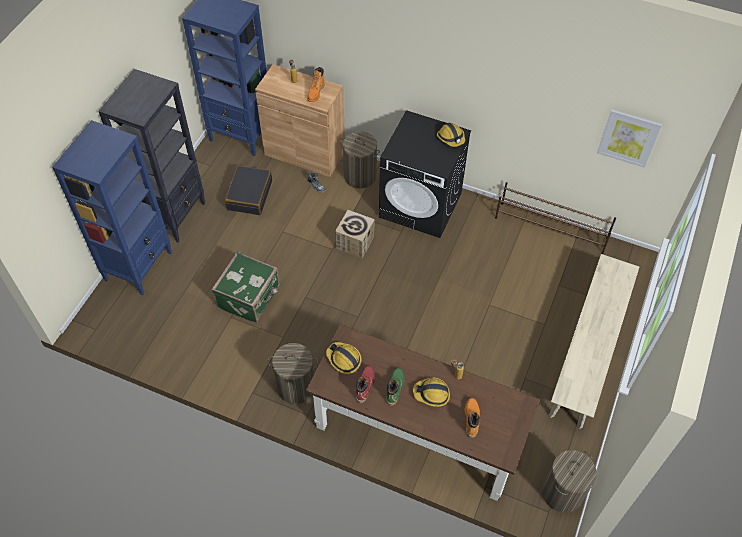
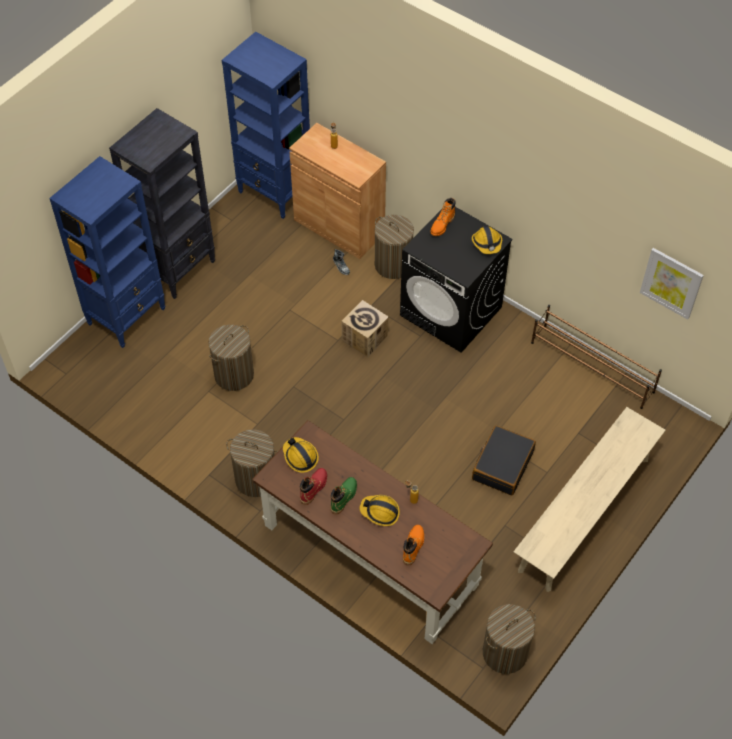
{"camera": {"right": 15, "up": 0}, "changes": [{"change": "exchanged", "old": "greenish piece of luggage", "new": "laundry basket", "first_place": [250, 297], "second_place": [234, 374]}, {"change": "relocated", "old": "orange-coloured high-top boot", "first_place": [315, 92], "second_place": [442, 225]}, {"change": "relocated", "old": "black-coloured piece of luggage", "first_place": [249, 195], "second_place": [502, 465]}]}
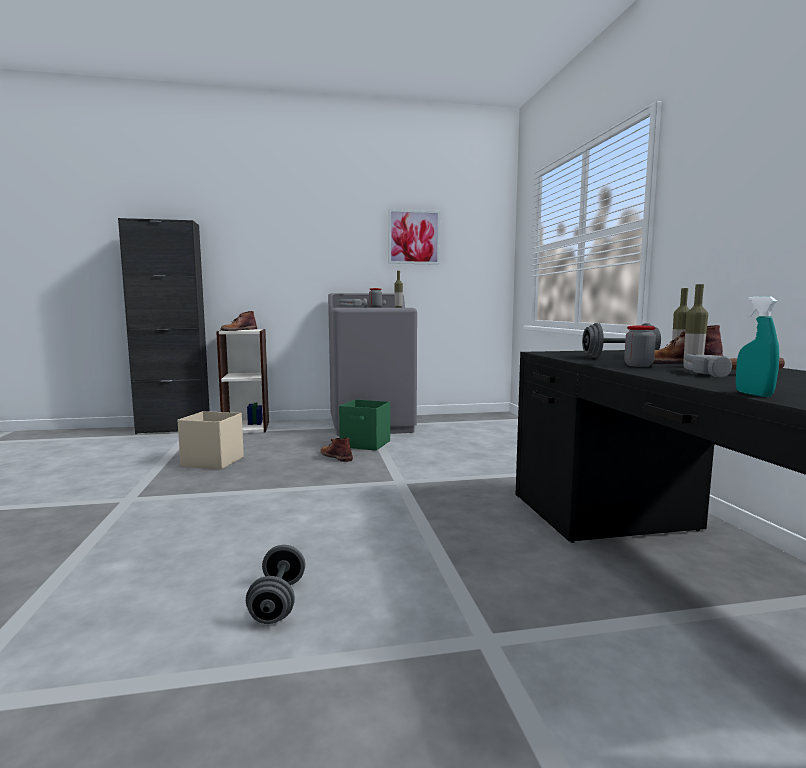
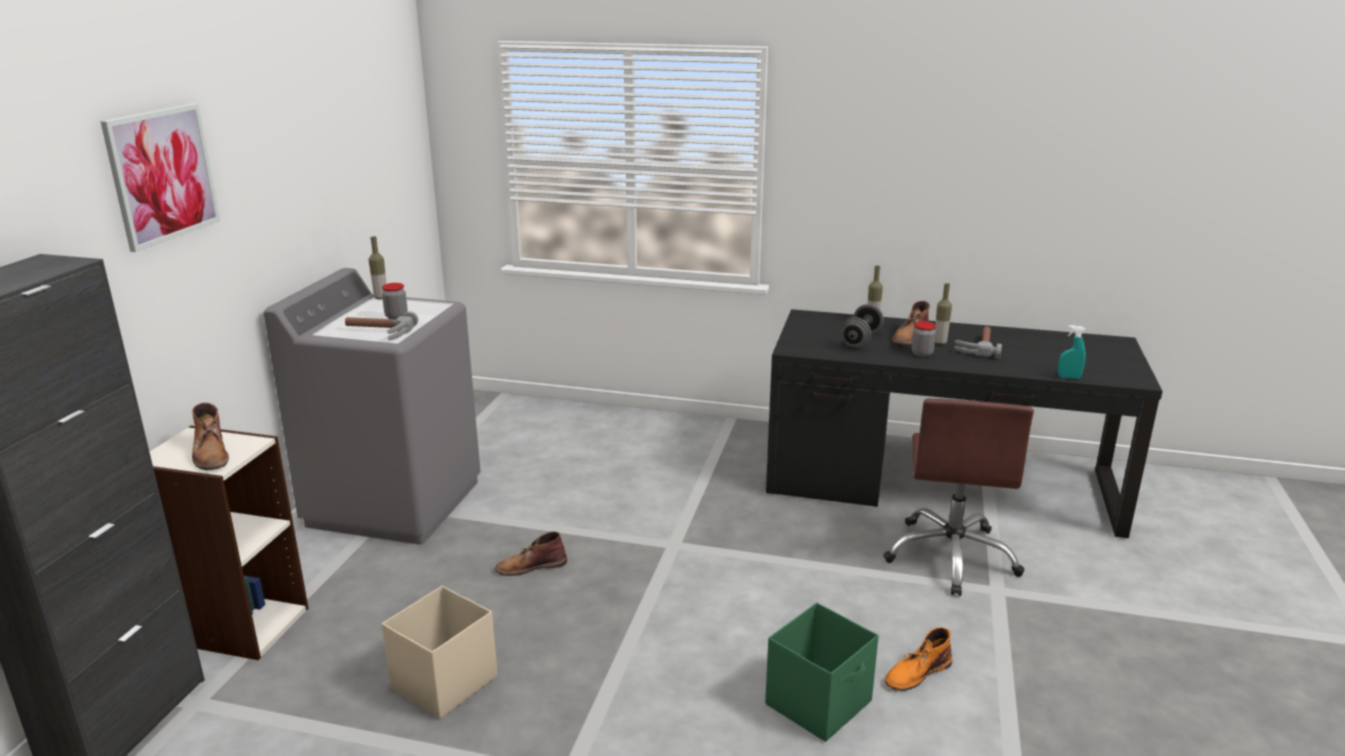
{"camera": {"right": -65, "up": 15}, "changes": [{"change": "relocated", "old": "wall art", "first_place": [414, 237], "second_place": [162, 175]}, {"change": "relocated", "old": "greenish storage bin", "first_place": [366, 444], "second_place": [820, 703]}, {"change": "appeared", "new": "brownish desk chair", "second_place": [952, 556]}, {"change": "exchanged", "old": "grey dumbbell", "new": "orange-coloured high-top boot", "first_place": [278, 602], "second_place": [917, 673]}]}
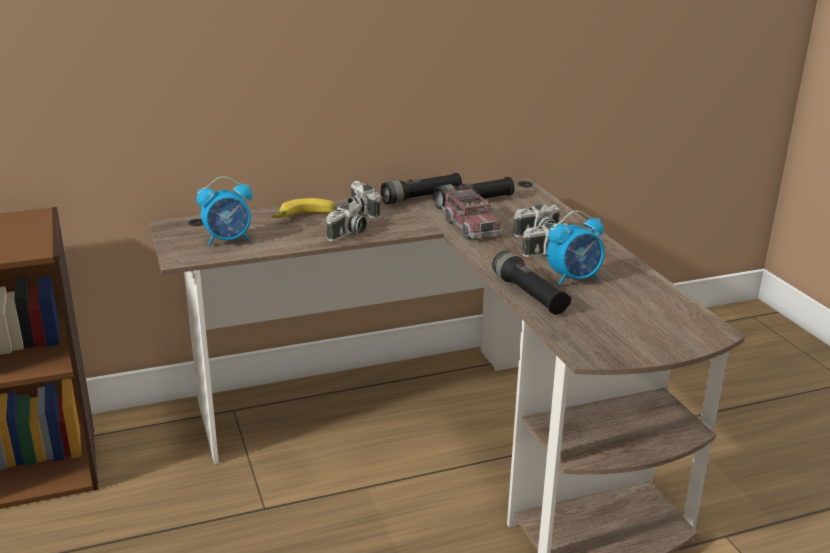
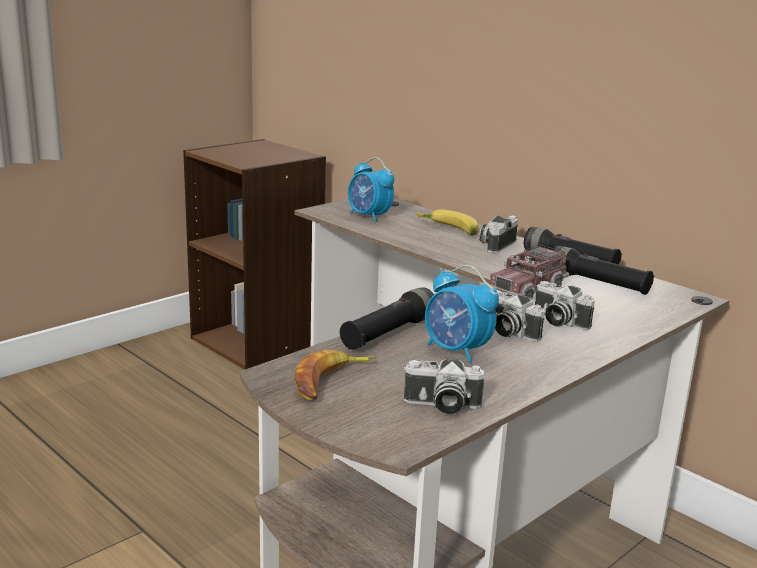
{"camera": {"right": 65, "up": -5}, "changes": [{"change": "appeared", "new": "banana", "second_place": [331, 382]}, {"change": "relocated", "old": "photo camera", "first_place": [348, 233], "second_place": [441, 406]}]}
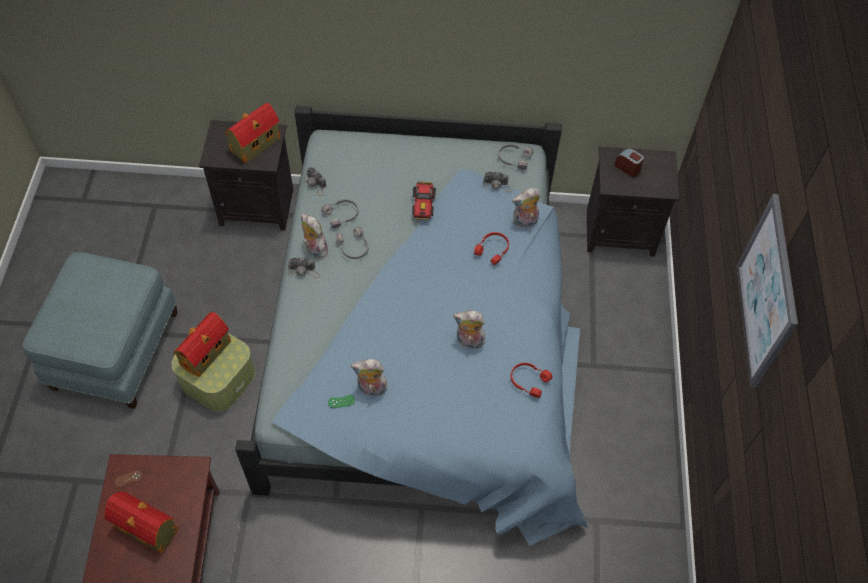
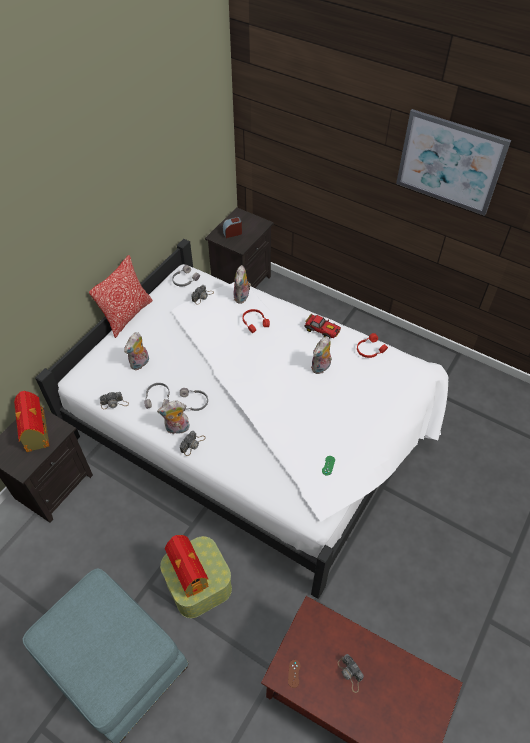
{"camera": {"right": -60, "up": -5}, "changes": [{"change": "colour", "old": "bluish bedroom bed", "new": "white-coloured bedroom bed", "first_place": [425, 346], "second_place": [258, 427]}, {"change": "appeared", "new": "throw pillow", "second_place": [127, 315]}, {"change": "relocated", "old": "cuddly toy", "first_place": [371, 389], "second_place": [140, 364]}, {"change": "relocated", "old": "miniature car", "first_place": [423, 206], "second_place": [322, 330]}, {"change": "exchanged", "old": "toy house", "new": "photo camera", "first_place": [147, 529], "second_place": [350, 674]}]}
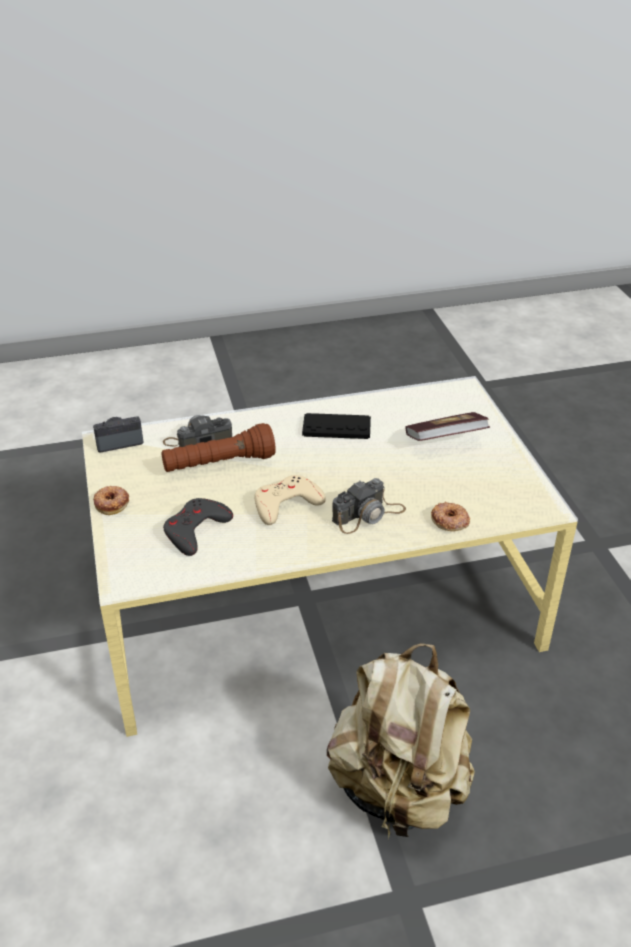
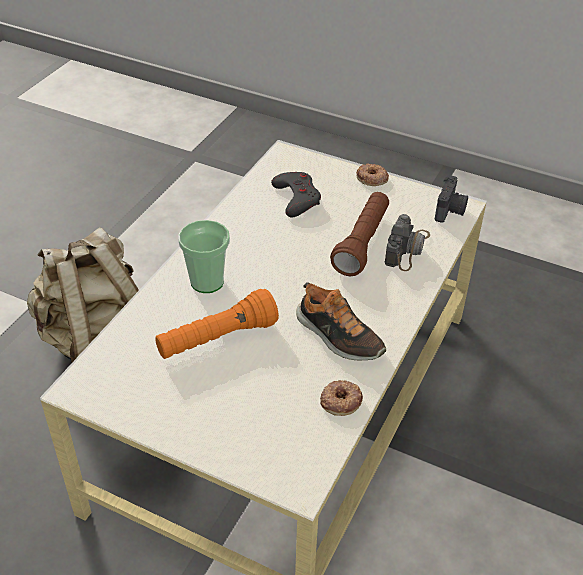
{"camera": {"right": 130, "up": 5}, "changes": [{"change": "appeared", "new": "orange-coloured flashlight", "second_place": [217, 339]}, {"change": "exchanged", "old": "photo camera", "new": "cup", "first_place": [368, 515], "second_place": [207, 282]}, {"change": "exchanged", "old": "black-coloured gamepad", "new": "low shoe", "first_place": [336, 427], "second_place": [338, 336]}, {"change": "relocated", "old": "ring doughnut", "first_place": [449, 520], "second_place": [340, 400]}, {"change": "missing", "old": "beige gamepad", "first_place": [286, 504]}, {"change": "missing", "old": "bound book", "first_place": [445, 440]}]}
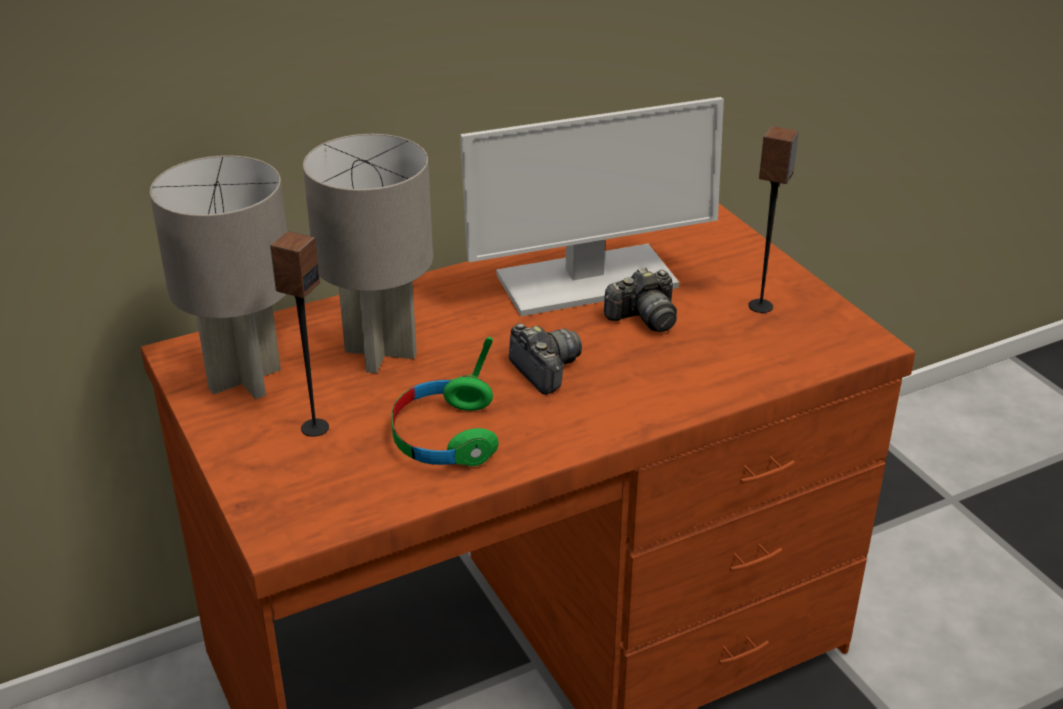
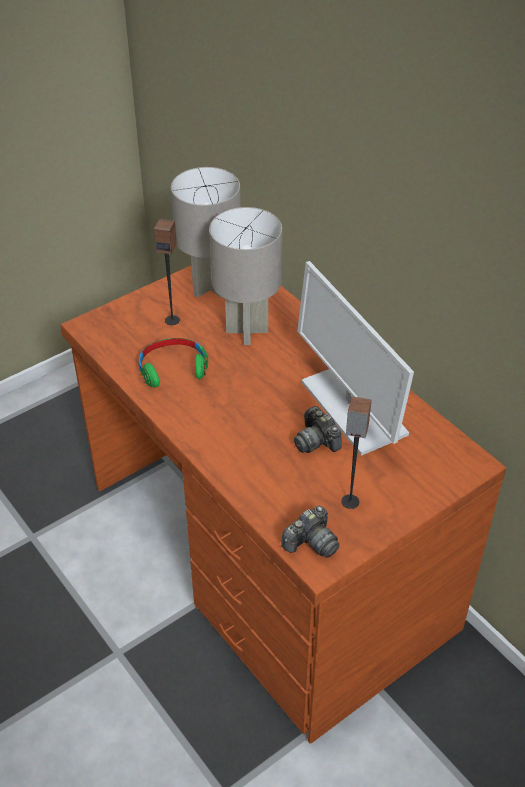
{"camera": {"right": 80, "up": 10}, "changes": [{"change": "relocated", "old": "photo camera", "first_place": [545, 370], "second_place": [311, 542]}]}
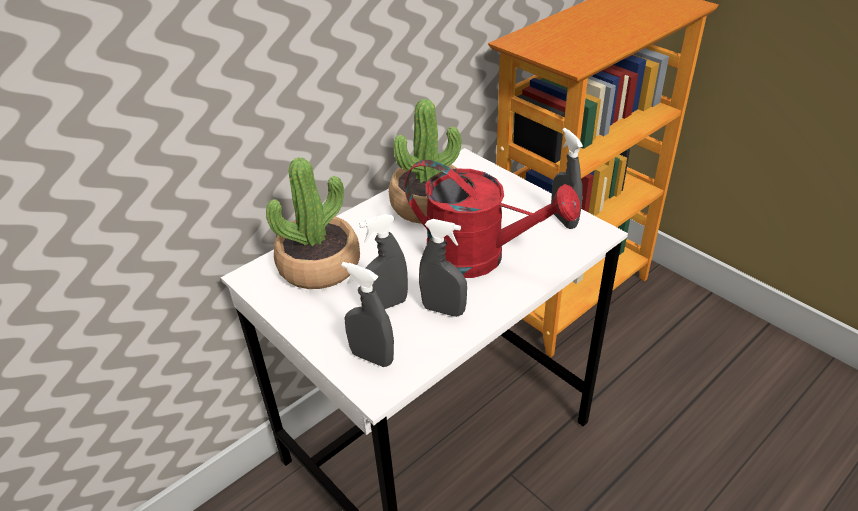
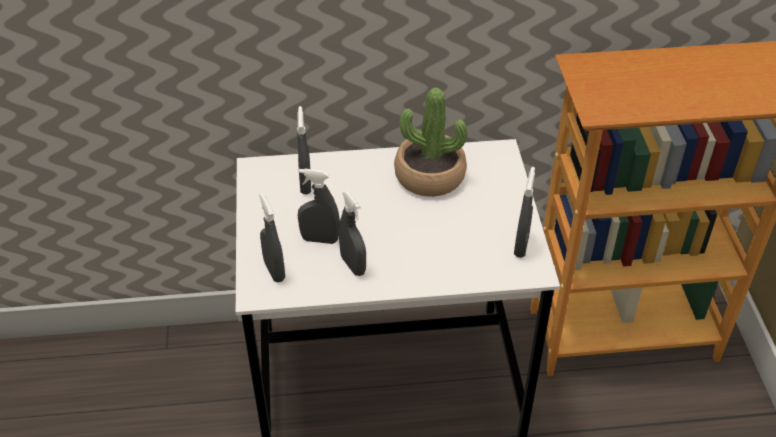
{"camera": {"right": 35, "up": 5}, "changes": [{"change": "exchanged", "old": "plant in a pot", "new": "grey spray bottle", "first_place": [319, 265], "second_place": [305, 184]}, {"change": "missing", "old": "red sprinkling can", "first_place": [479, 257]}]}
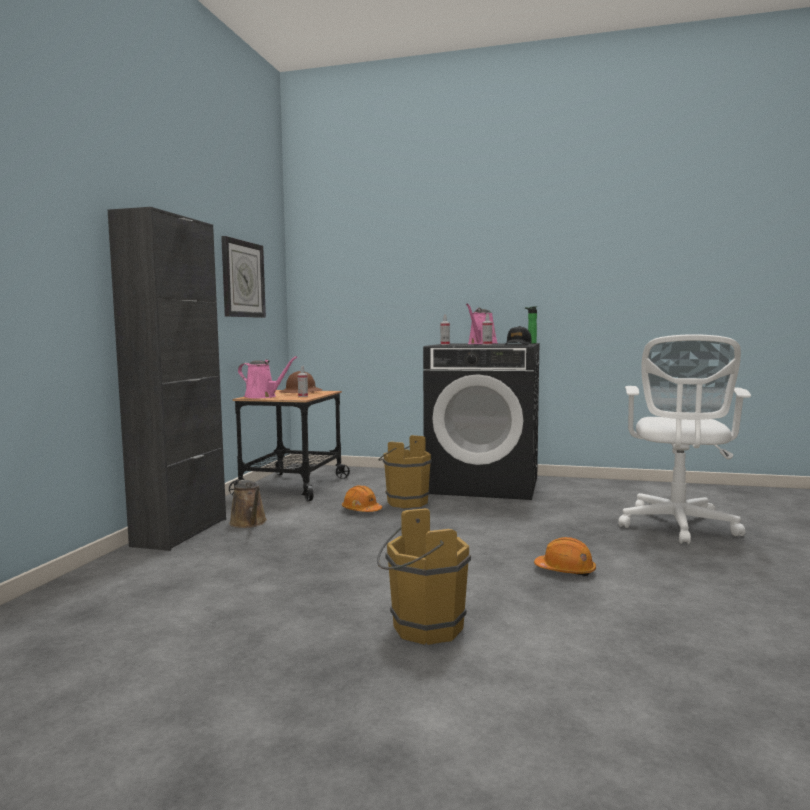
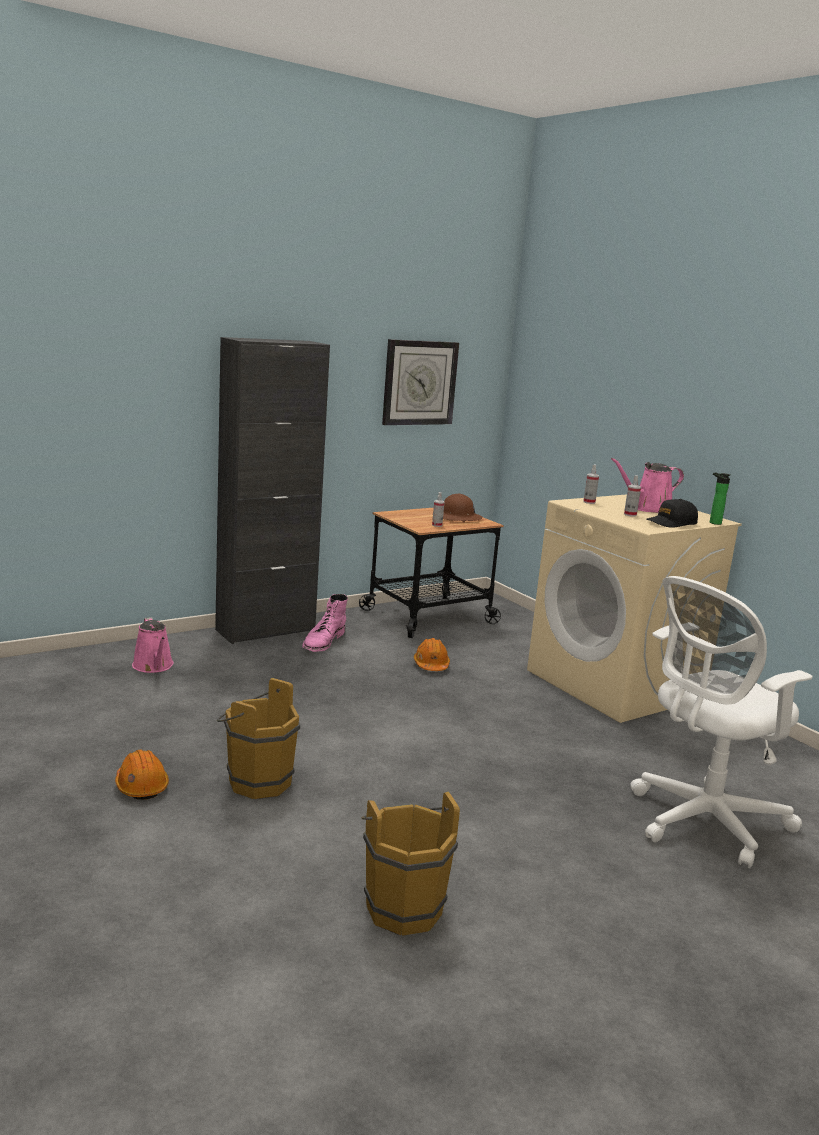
{"camera": {"right": 40, "up": 10}, "changes": [{"change": "relocated", "old": "orange-coloured hard hat", "first_place": [565, 570], "second_place": [141, 786]}, {"change": "relocated", "old": "pinkish sprinkling can", "first_place": [263, 396], "second_place": [154, 666]}, {"change": "exchanged", "old": "brownish sprinkling can", "new": "pinkish high-top boot", "first_place": [249, 523], "second_place": [323, 641]}, {"change": "relocated", "old": "brownish pail", "first_place": [404, 502], "second_place": [402, 906]}, {"change": "colour", "old": "black-coloured laundry appliance", "new": "beige laundry appliance", "first_place": [484, 484], "second_place": [616, 685]}]}
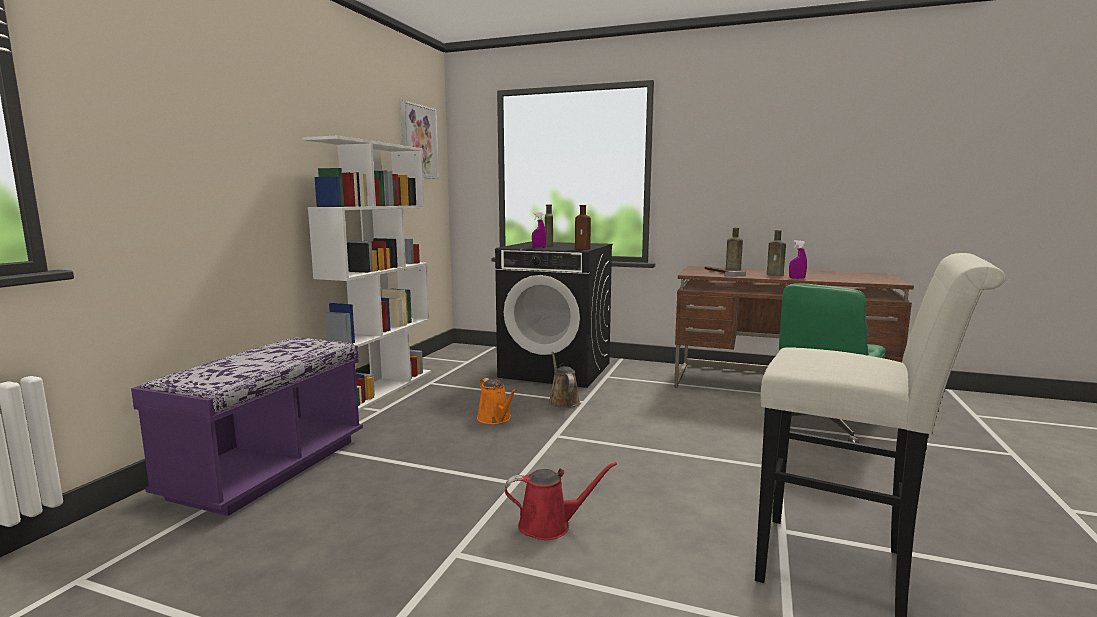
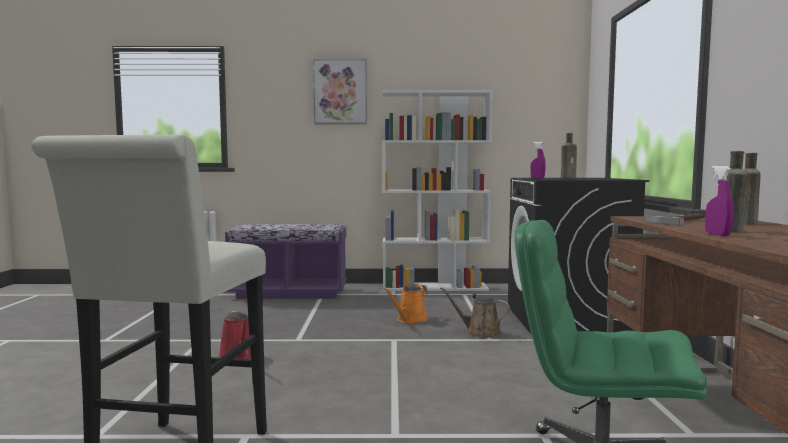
{"camera": {"right": 70, "up": -5}, "changes": [{"change": "relocated", "old": "wall art", "first_place": [418, 142], "second_place": [340, 92]}, {"change": "spun", "old": "brownish sprinkling can", "first_place": [563, 401], "second_place": [480, 332], "degrees": -120}, {"change": "missing", "old": "brownish beverage bottle", "first_place": [583, 249]}]}
